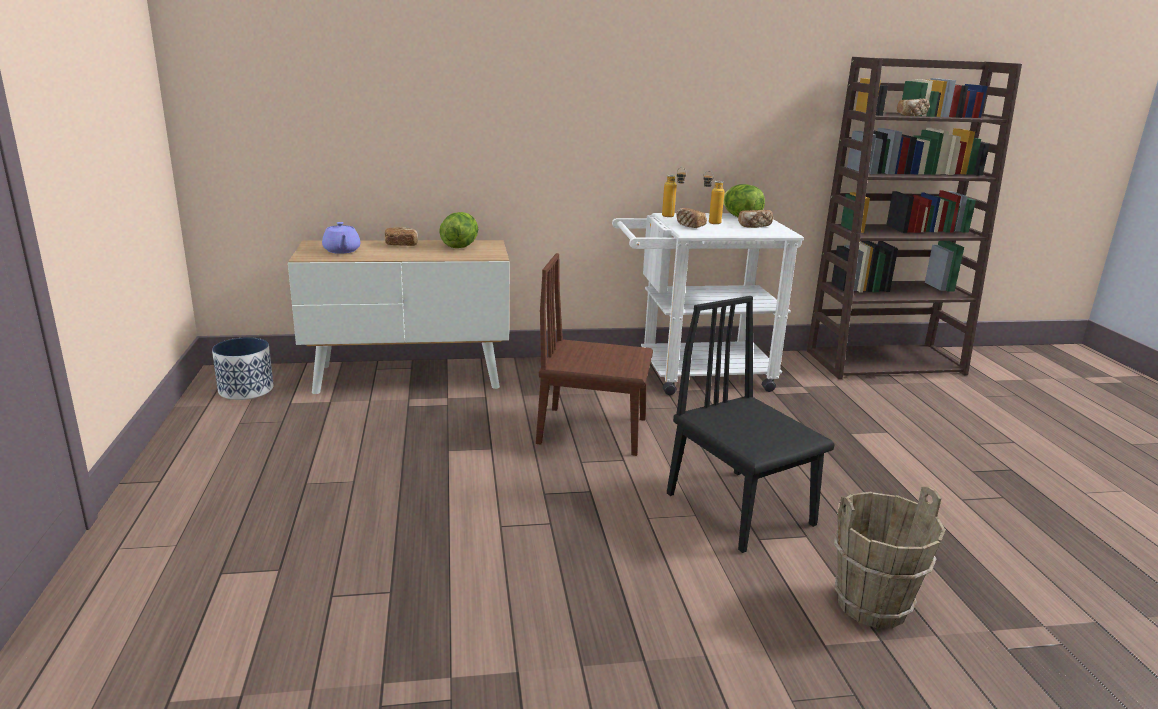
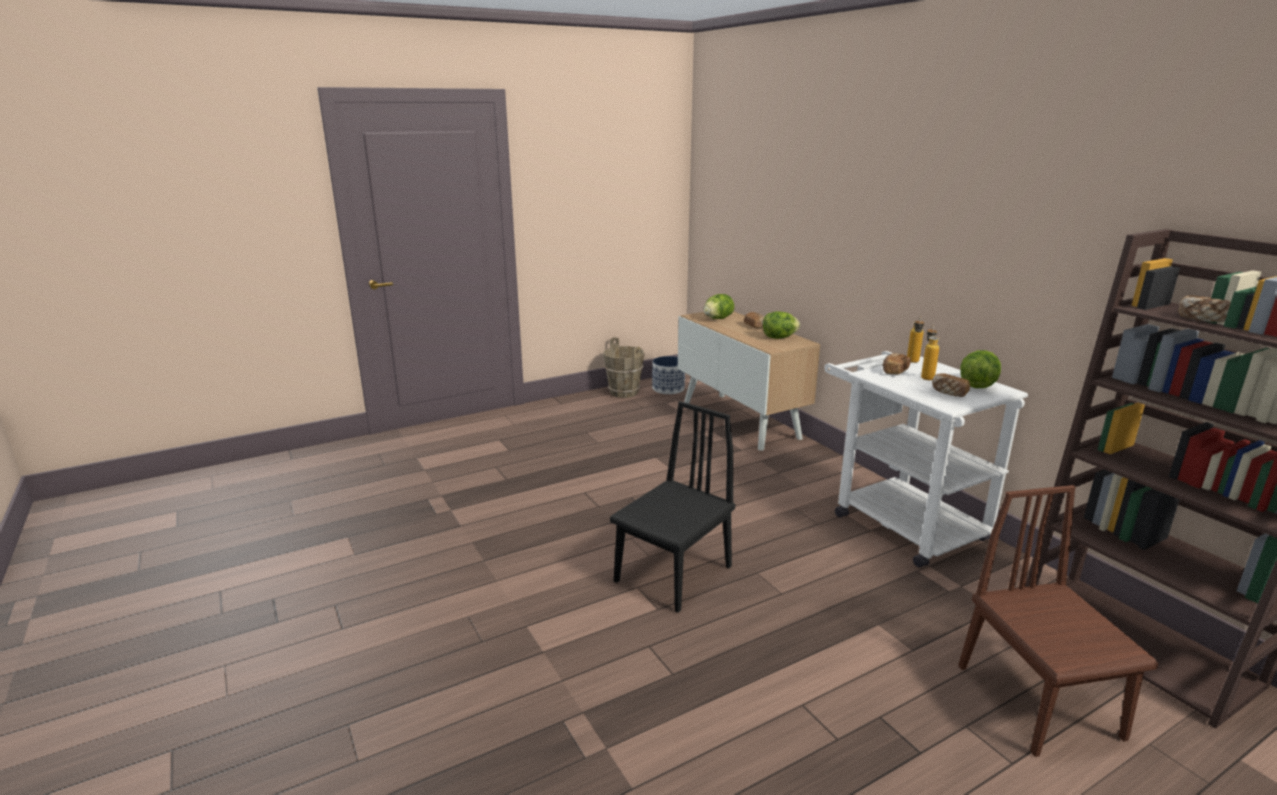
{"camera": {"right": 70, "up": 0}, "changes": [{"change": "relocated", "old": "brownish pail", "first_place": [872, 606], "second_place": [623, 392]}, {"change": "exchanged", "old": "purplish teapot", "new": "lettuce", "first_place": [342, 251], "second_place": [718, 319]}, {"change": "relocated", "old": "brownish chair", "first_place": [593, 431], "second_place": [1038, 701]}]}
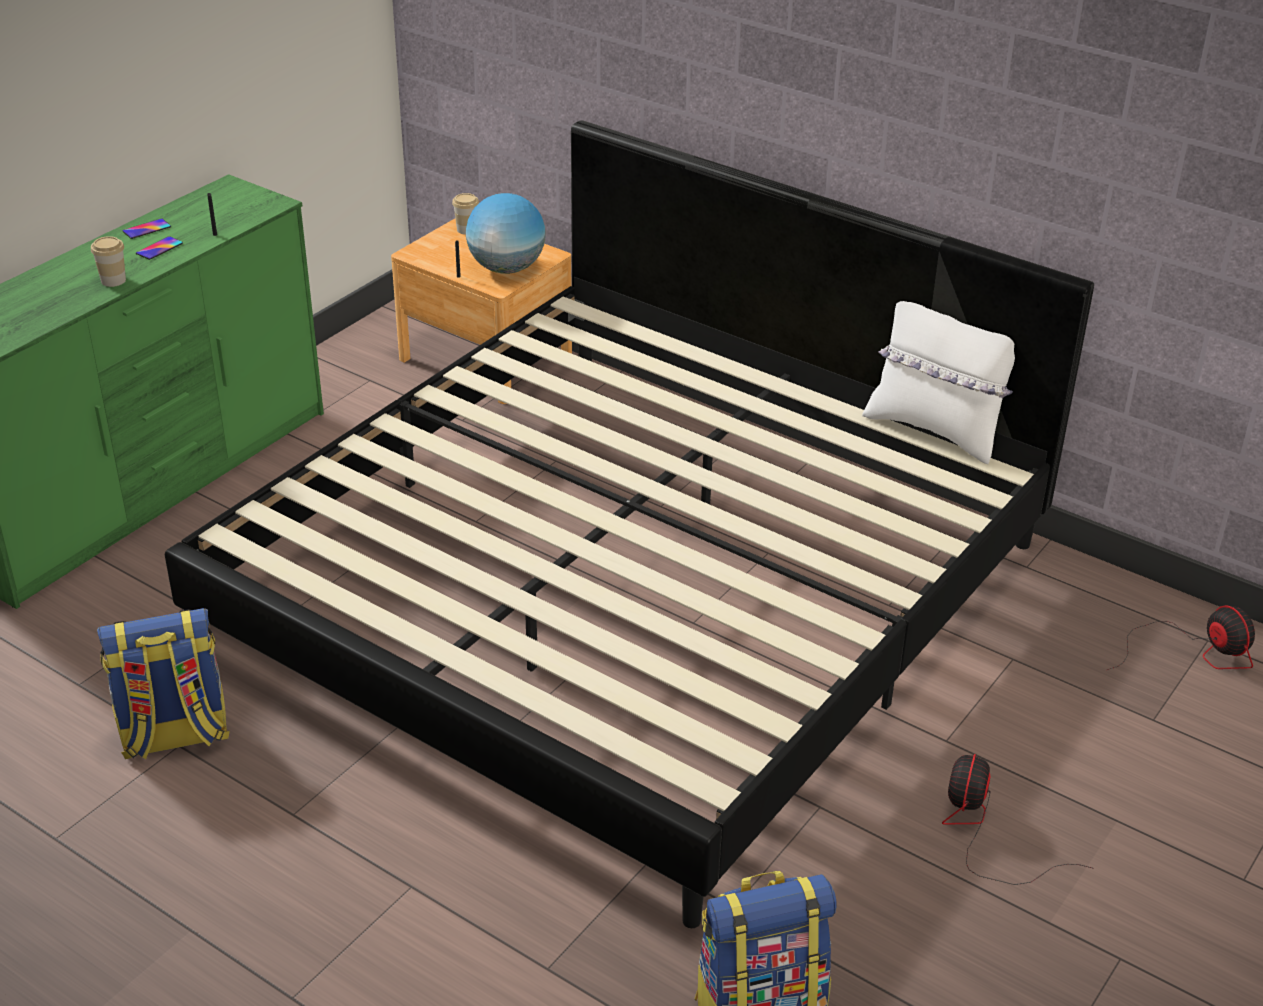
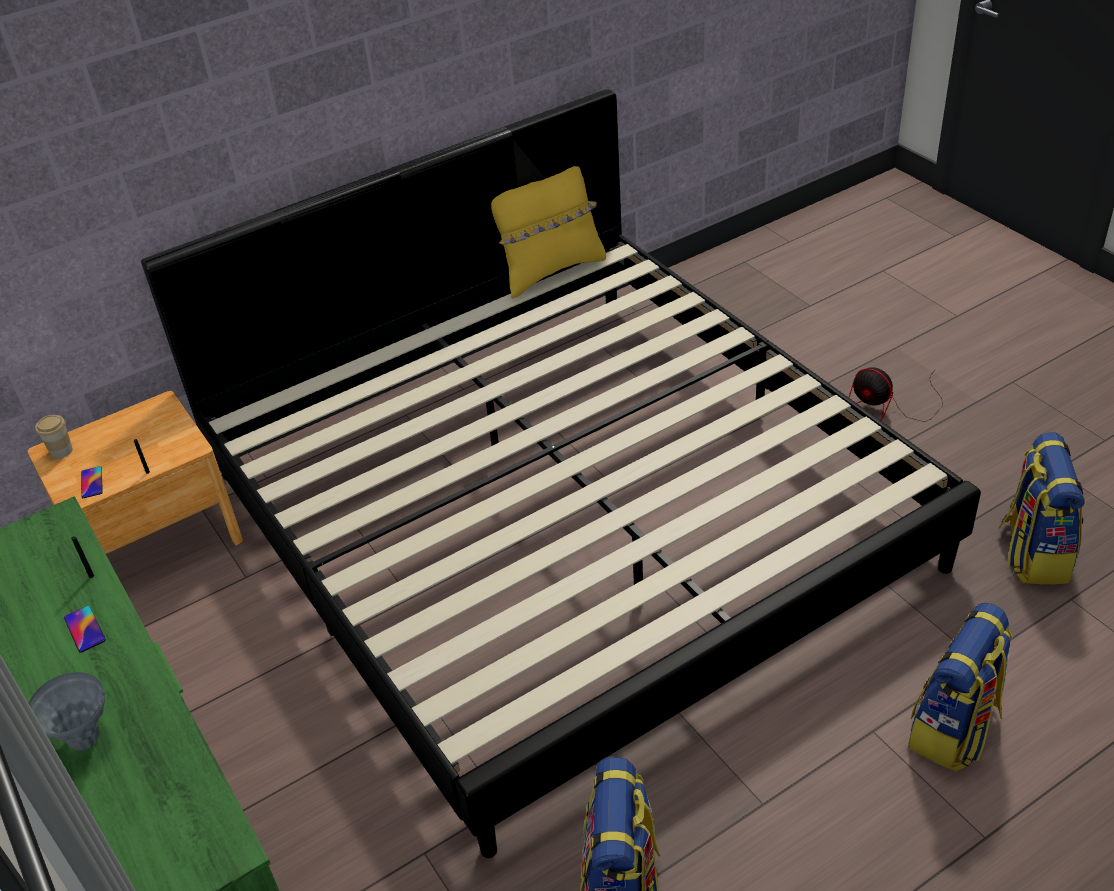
{"camera": {"right": -65, "up": 5}, "changes": [{"change": "appeared", "new": "grey decorative vase", "second_place": [85, 739]}, {"change": "relocated", "old": "handset", "first_place": [146, 229], "second_place": [92, 482]}, {"change": "colour", "old": "white-coloured throw pillow", "new": "yellowish throw pillow", "first_place": [935, 430], "second_place": [550, 271]}, {"change": "appeared", "new": "knapsack", "second_place": [954, 730]}, {"change": "missing", "old": "cup", "first_place": [113, 280]}, {"change": "missing", "old": "globe", "first_place": [507, 268]}, {"change": "missing", "old": "cooling fan", "first_place": [1195, 652]}]}
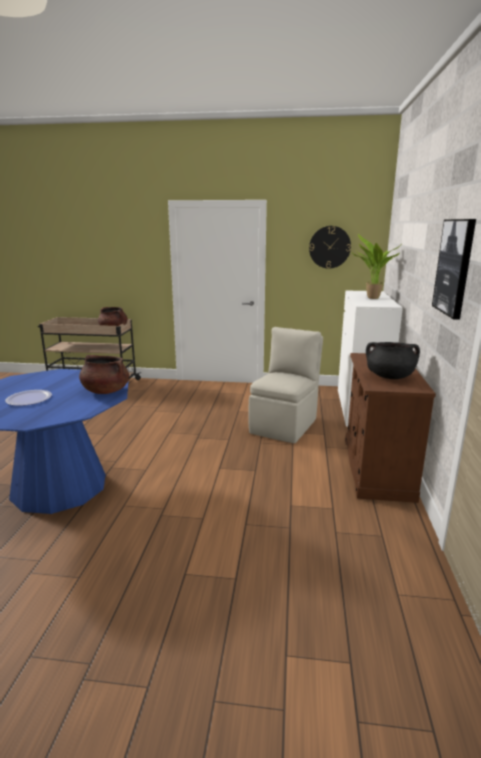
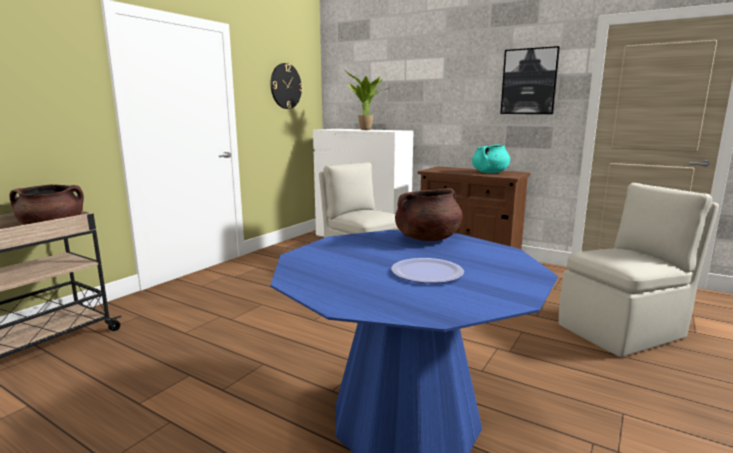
{"camera": {"right": -65, "up": -5}, "changes": [{"change": "colour", "old": "black-coloured cooking pot", "new": "turquoise cooking pot", "first_place": [389, 377], "second_place": [490, 173]}, {"change": "appeared", "new": "beige chair", "second_place": [623, 330]}]}
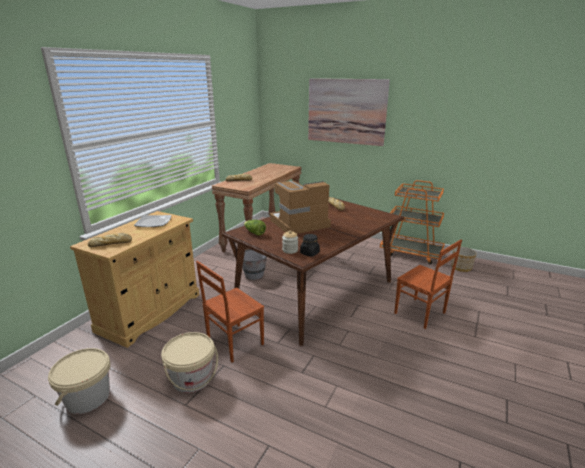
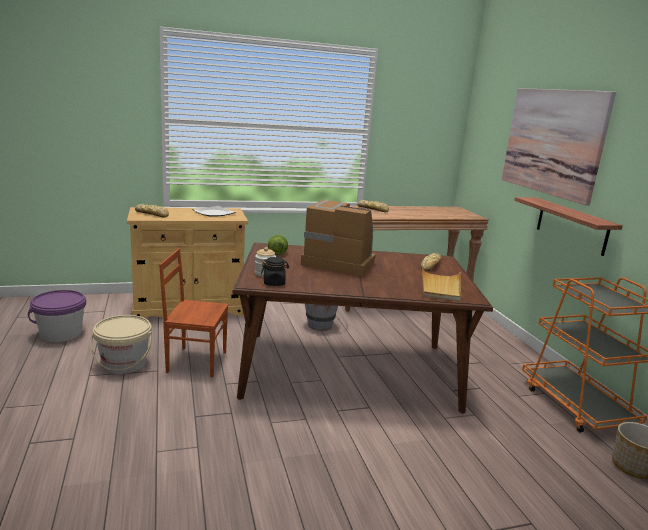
{"camera": {"right": 45, "up": -5}, "changes": [{"change": "colour", "old": "beige pail", "new": "purplish pail", "first_place": [88, 397], "second_place": [61, 334]}, {"change": "appeared", "new": "beige serving tray", "second_place": [440, 287]}, {"change": "appeared", "new": "shelf", "second_place": [571, 225]}, {"change": "missing", "old": "brownish chair", "first_place": [420, 314]}]}
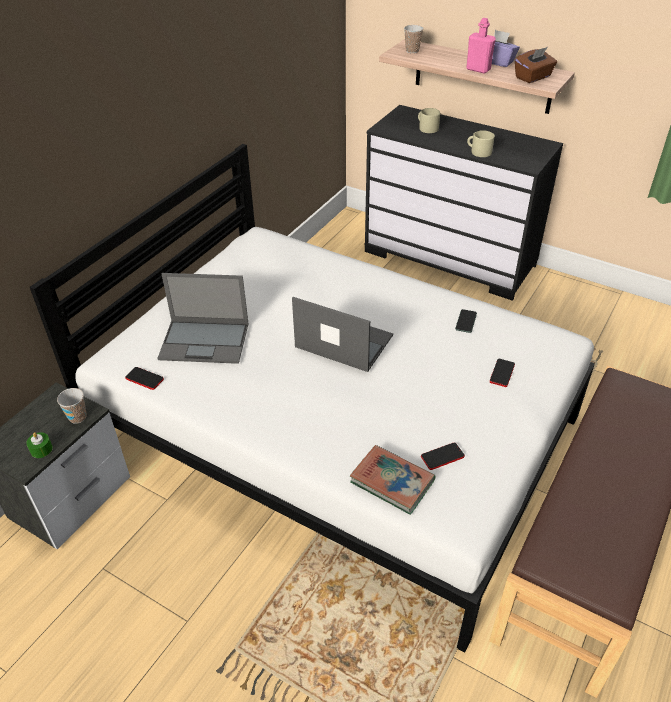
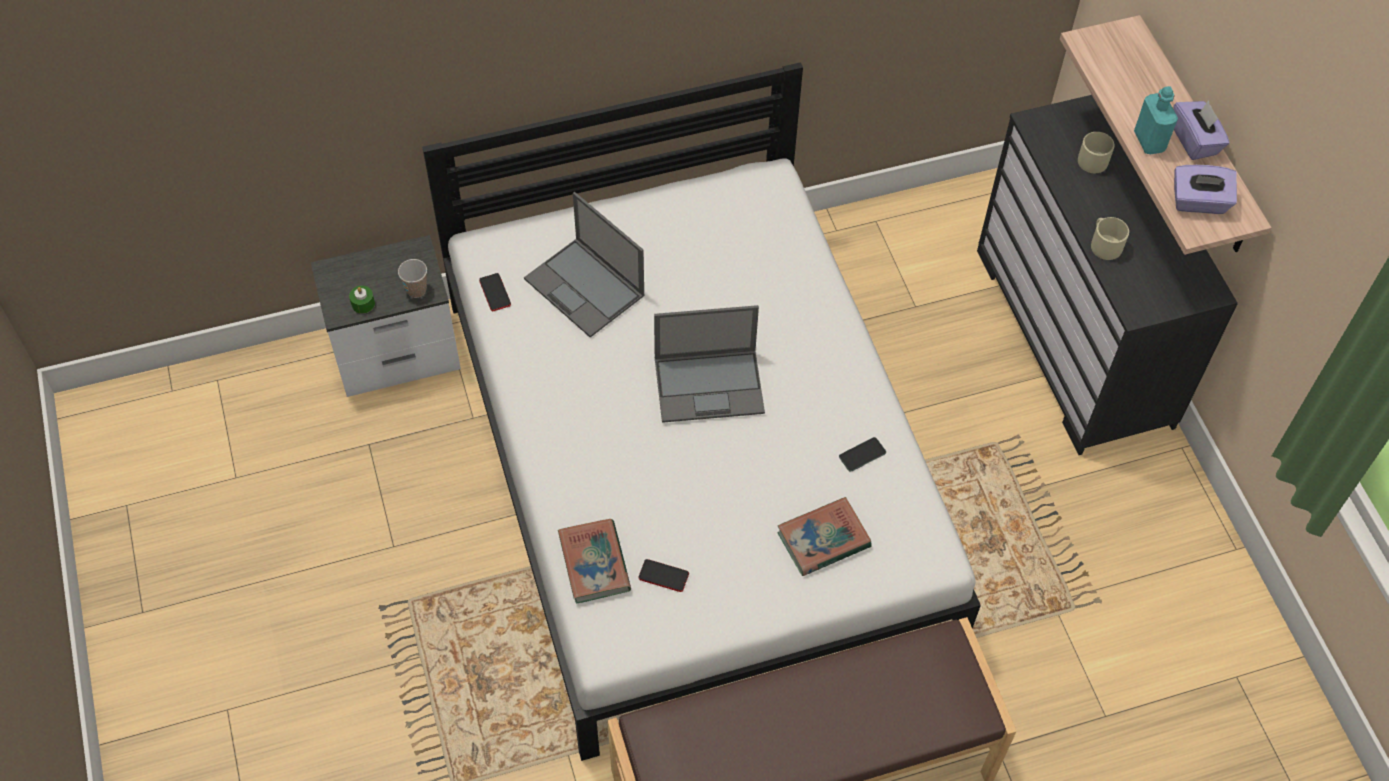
{"camera": {"right": 40, "up": 15}, "changes": [{"change": "spun", "old": "laptop", "first_place": [342, 341], "second_place": [710, 385], "degrees": 105}, {"change": "exchanged", "old": "handset", "new": "bound book", "first_place": [502, 373], "second_place": [823, 540]}, {"change": "colour", "old": "pinkish beverage bottle", "new": "turquoise beverage bottle", "first_place": [478, 69], "second_place": [1149, 141]}, {"change": "colour", "old": "brownish tissue box", "new": "purplish tissue box", "first_place": [533, 77], "second_place": [1199, 202]}, {"change": "missing", "old": "cup", "first_place": [412, 51]}]}
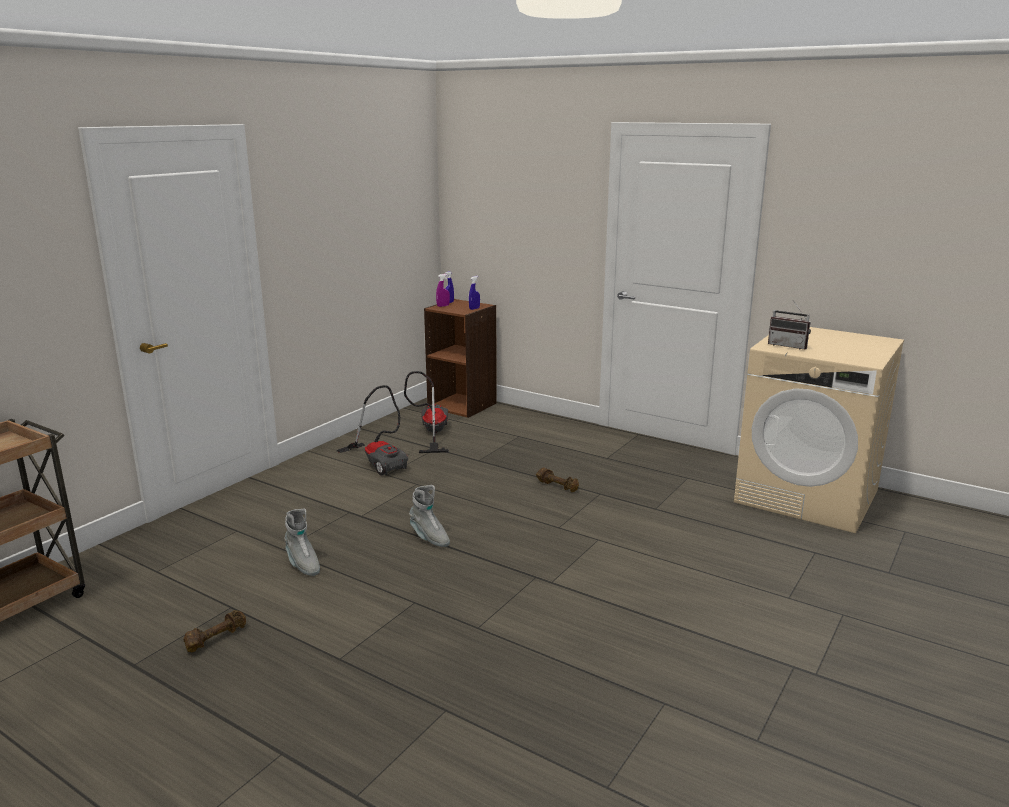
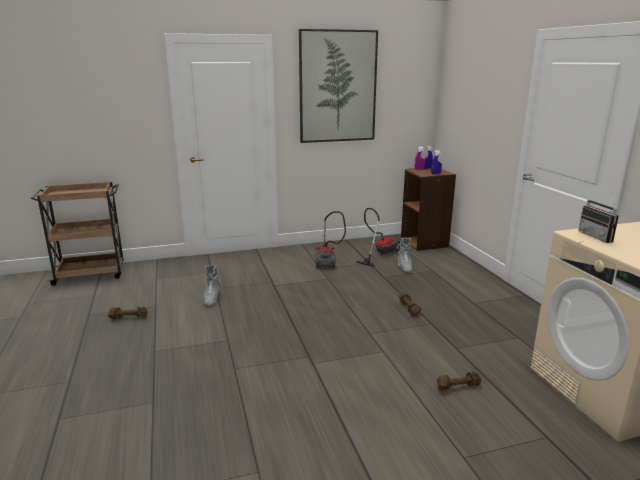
{"camera": {"right": 40, "up": 0}, "changes": [{"change": "appeared", "new": "wall art", "second_place": [338, 87]}, {"change": "relocated", "old": "grey high-top boot", "first_place": [429, 537], "second_place": [404, 267]}, {"change": "appeared", "new": "brownish dumbbell", "second_place": [457, 387]}]}
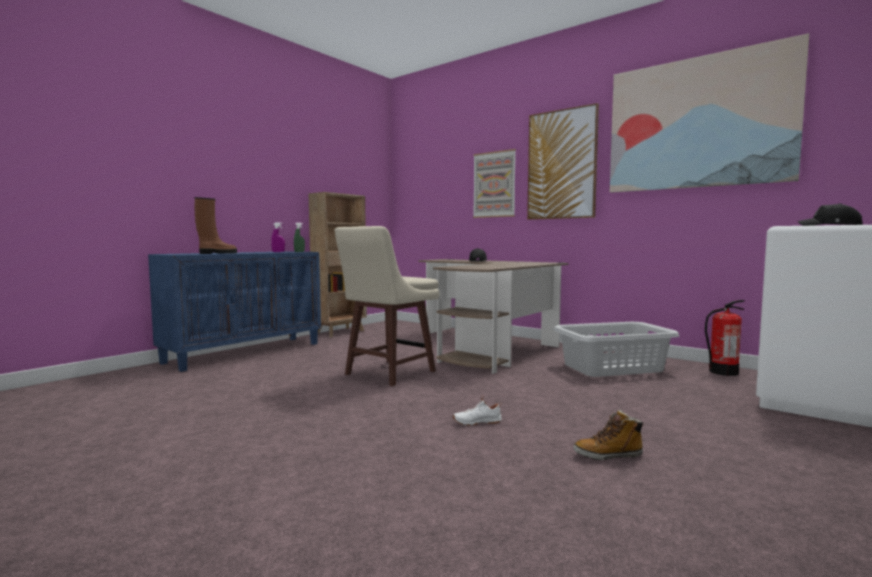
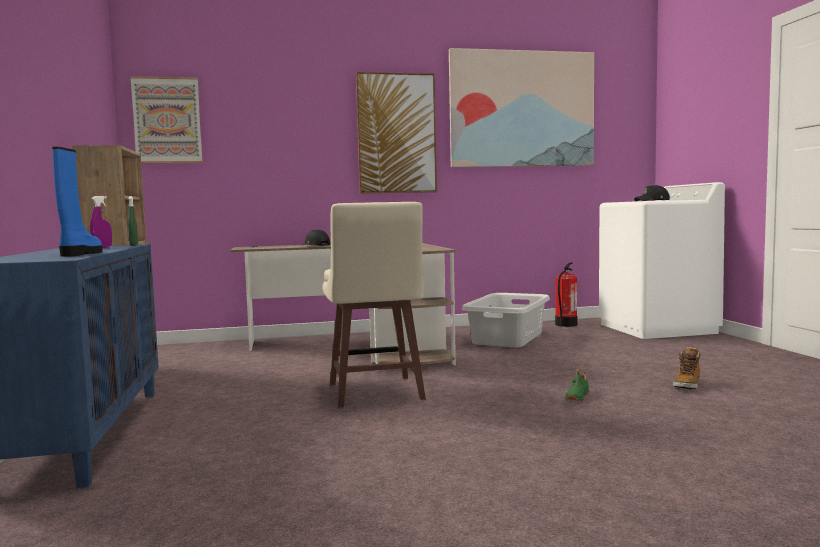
{"camera": {"right": -50, "up": 0}, "changes": [{"change": "colour", "old": "brownish high-top boot", "new": "bluish high-top boot", "first_place": [217, 253], "second_place": [80, 254]}, {"change": "relocated", "old": "wall art", "first_place": [494, 184], "second_place": [167, 120]}, {"change": "colour", "old": "white-coloured low shoe", "new": "greenish low shoe", "first_place": [477, 422], "second_place": [576, 397]}]}
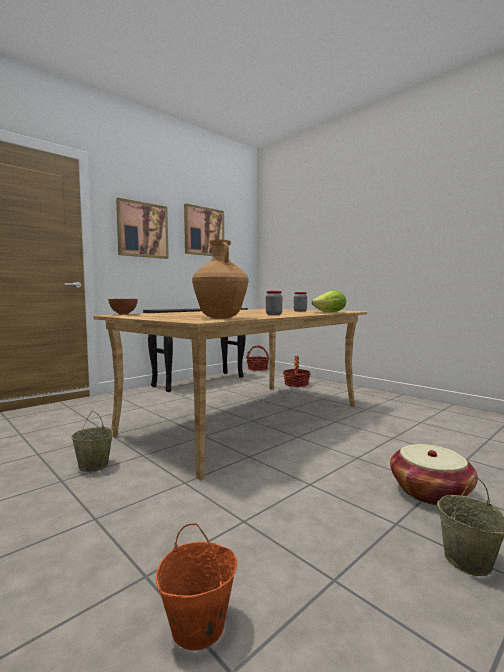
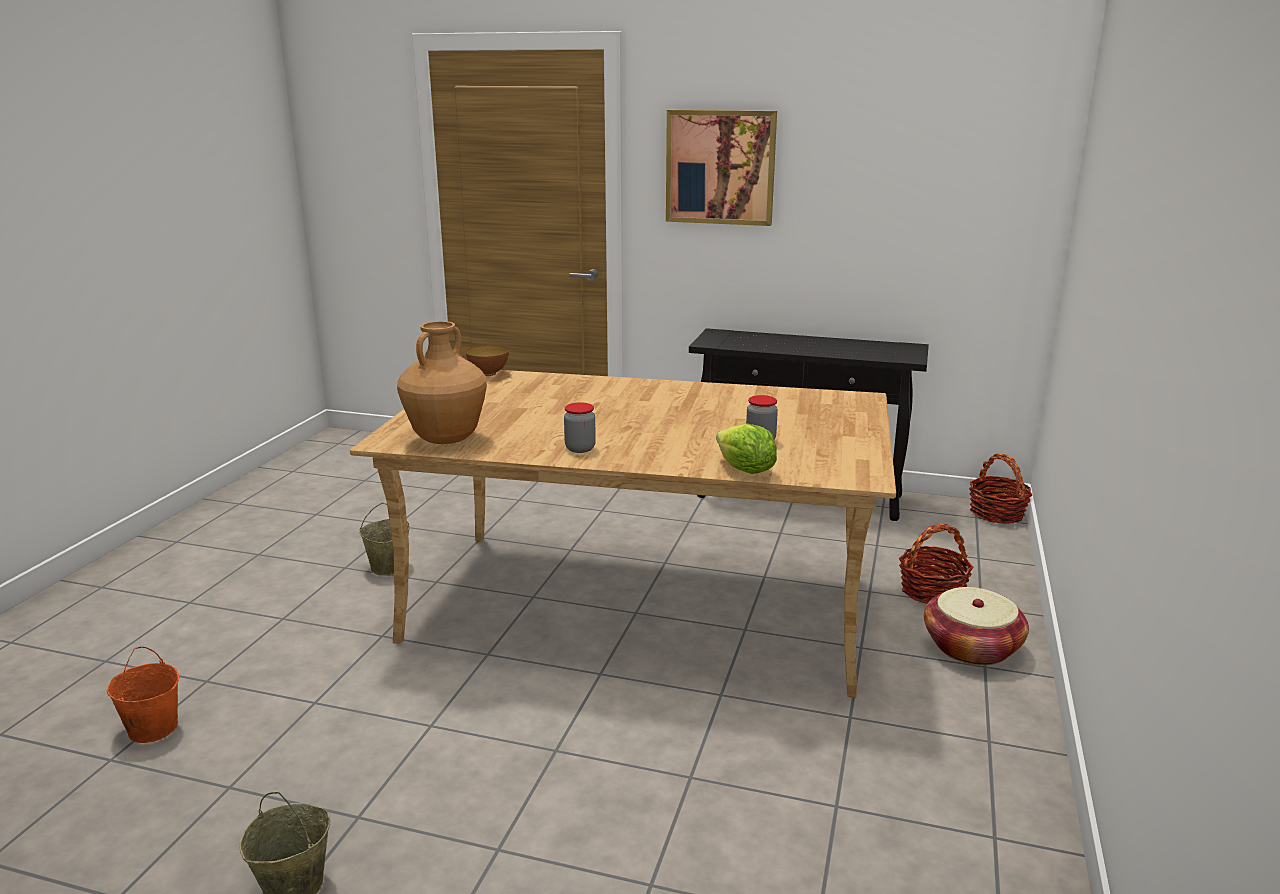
{"camera": {"right": 60, "up": 15}, "changes": [{"change": "relocated", "old": "household basket", "first_place": [430, 492], "second_place": [971, 648]}, {"change": "missing", "old": "wall art", "first_place": [204, 231]}]}
